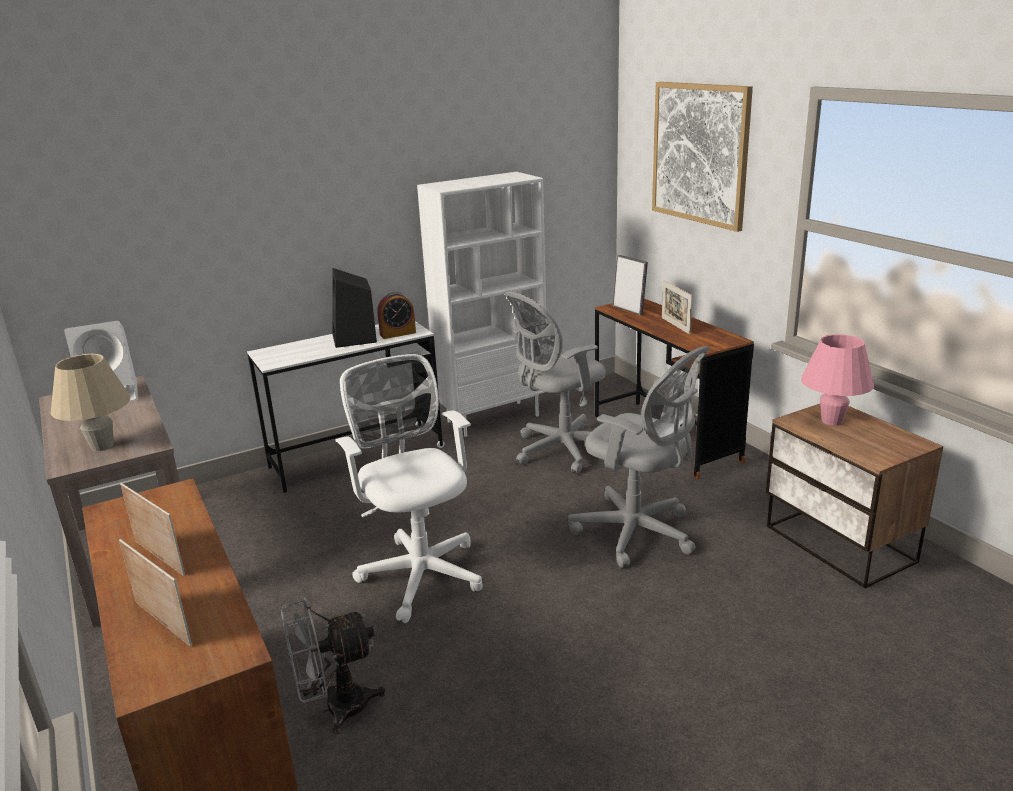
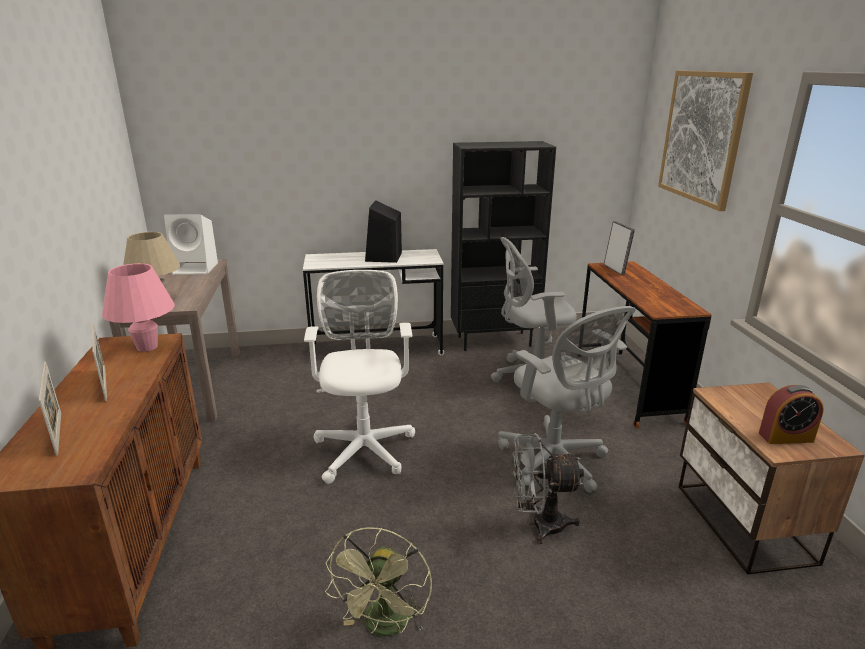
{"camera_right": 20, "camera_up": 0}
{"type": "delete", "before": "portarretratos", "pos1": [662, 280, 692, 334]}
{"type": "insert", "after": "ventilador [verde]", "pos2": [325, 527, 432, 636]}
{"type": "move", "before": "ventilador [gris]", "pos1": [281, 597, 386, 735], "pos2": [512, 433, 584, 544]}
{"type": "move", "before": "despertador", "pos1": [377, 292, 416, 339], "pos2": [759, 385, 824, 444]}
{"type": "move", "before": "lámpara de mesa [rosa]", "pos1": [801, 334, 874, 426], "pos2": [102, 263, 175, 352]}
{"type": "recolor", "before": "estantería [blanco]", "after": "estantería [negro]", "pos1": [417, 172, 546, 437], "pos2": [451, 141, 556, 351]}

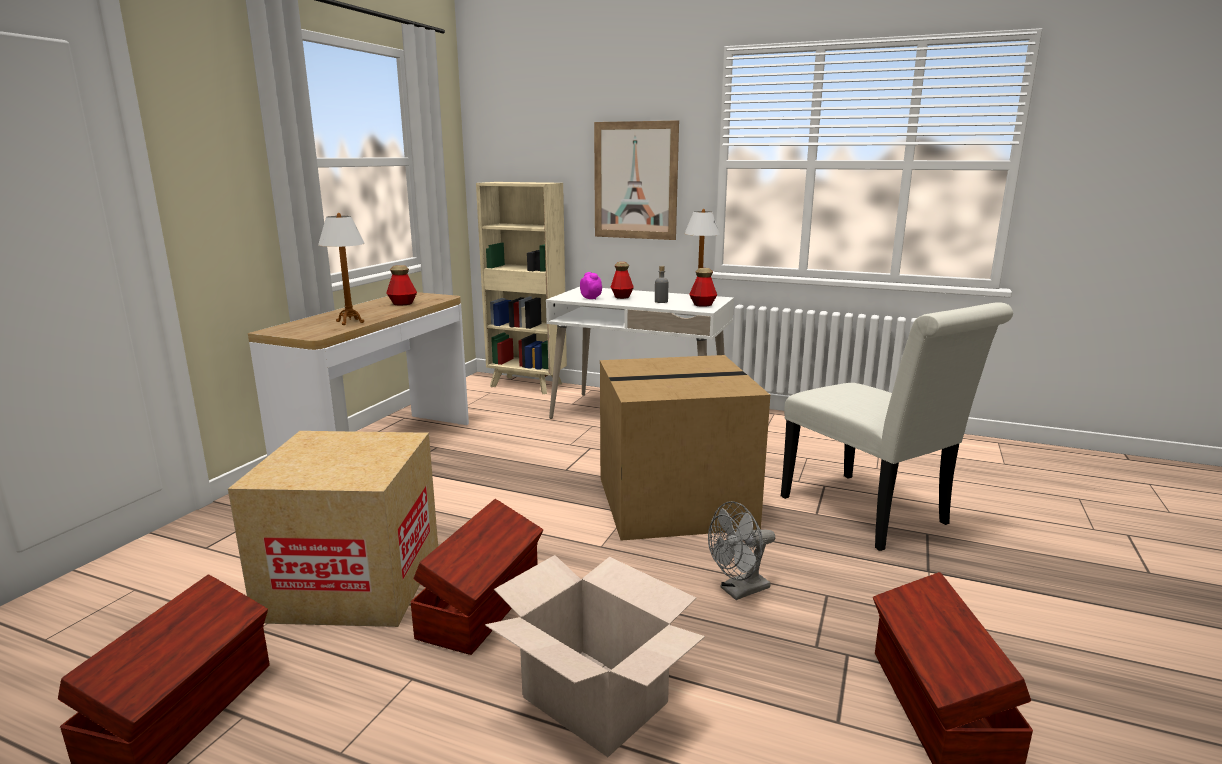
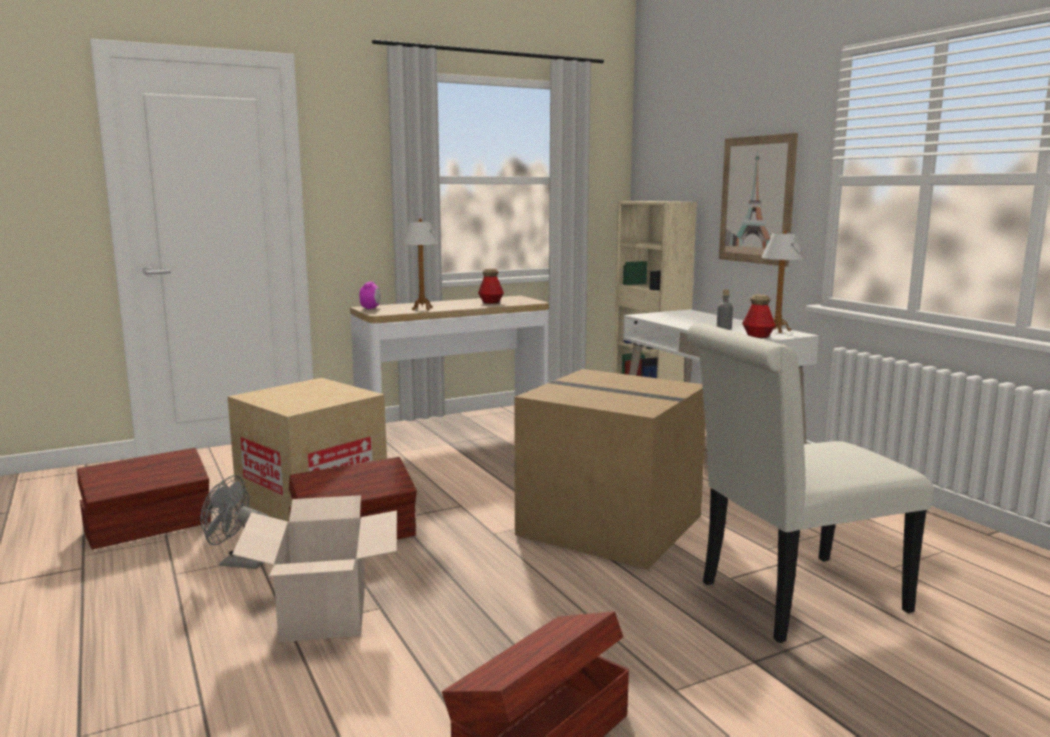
{"camera_right": 40, "camera_up": -5}
{"type": "delete", "before": "botella", "pos1": [611, 262, 634, 299]}
{"type": "move", "before": "despertador", "pos1": [580, 272, 602, 300], "pos2": [360, 282, 380, 309]}
{"type": "move", "before": "ventilador [gris]", "pos1": [708, 501, 775, 600], "pos2": [200, 475, 269, 569]}
{"type": "rotate", "before": "silla [blanco]", "pos1": [781, 302, 1013, 551], "pos2": [687, 323, 934, 643], "turn": 60}

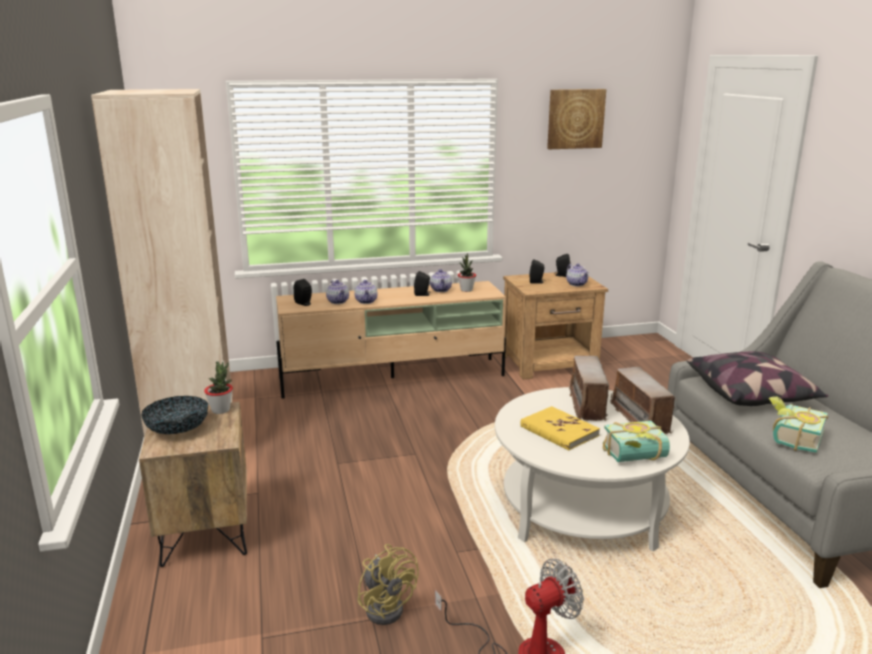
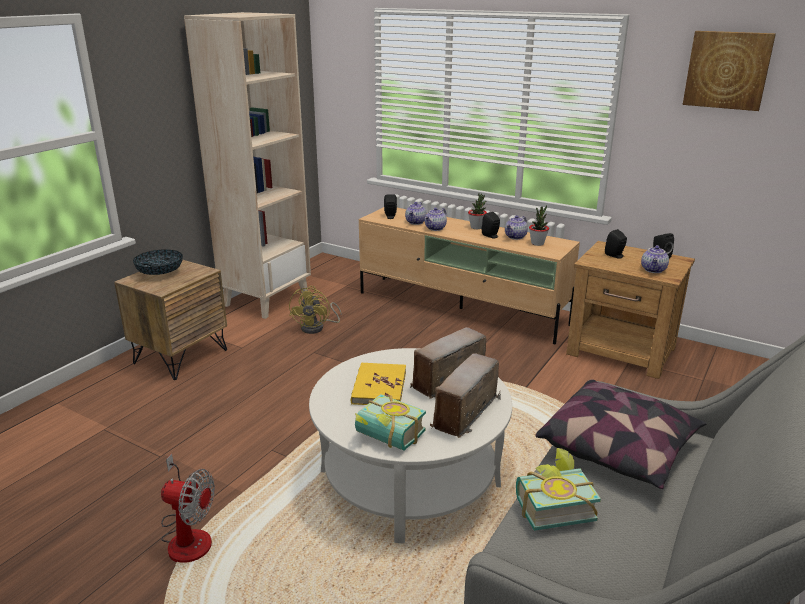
{"camera_right": 45, "camera_up": 5}
{"type": "move", "before": "planta en maceta", "pos1": [204, 361, 233, 414], "pos2": [468, 193, 487, 229]}
{"type": "move", "before": "ventilador [amarillo]", "pos1": [357, 544, 419, 625], "pos2": [289, 286, 341, 334]}

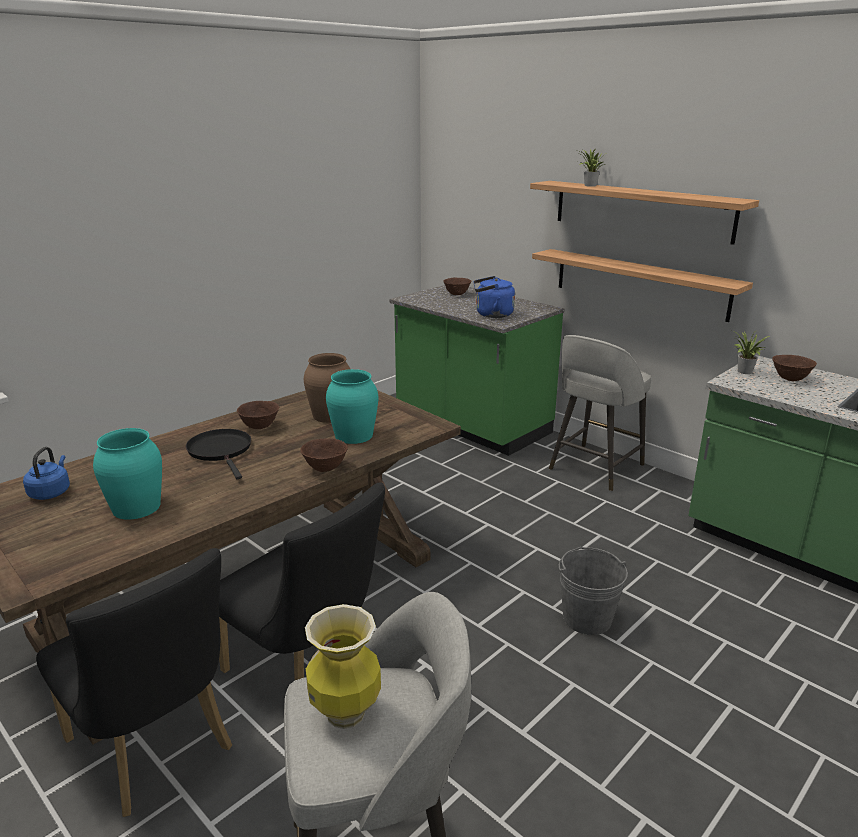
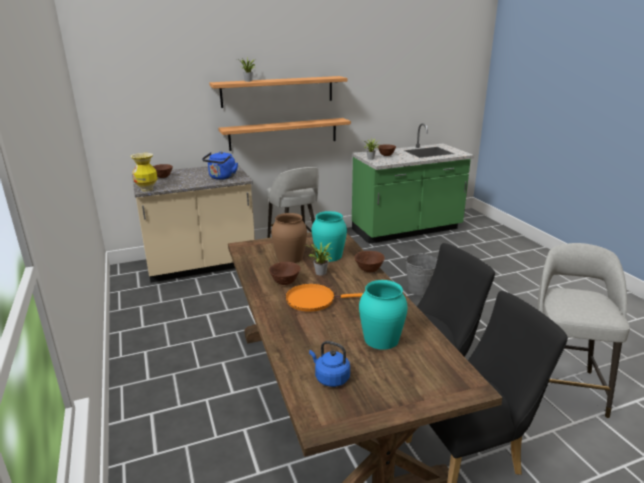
{"camera_right": -65, "camera_up": 0}
{"type": "insert", "after": "planta en maceta", "pos2": [305, 243, 332, 276]}
{"type": "move", "before": "florero", "pos1": [305, 604, 381, 729], "pos2": [131, 153, 157, 192]}
{"type": "recolor", "before": "sartén [negro]", "after": "sartén [naranja]", "pos1": [186, 429, 251, 479], "pos2": [285, 284, 363, 312]}
{"type": "recolor", "before": "mueble bajo de cocina [verde]", "after": "mueble bajo de cocina [beis]", "pos1": [389, 285, 564, 456], "pos2": [132, 163, 255, 283]}

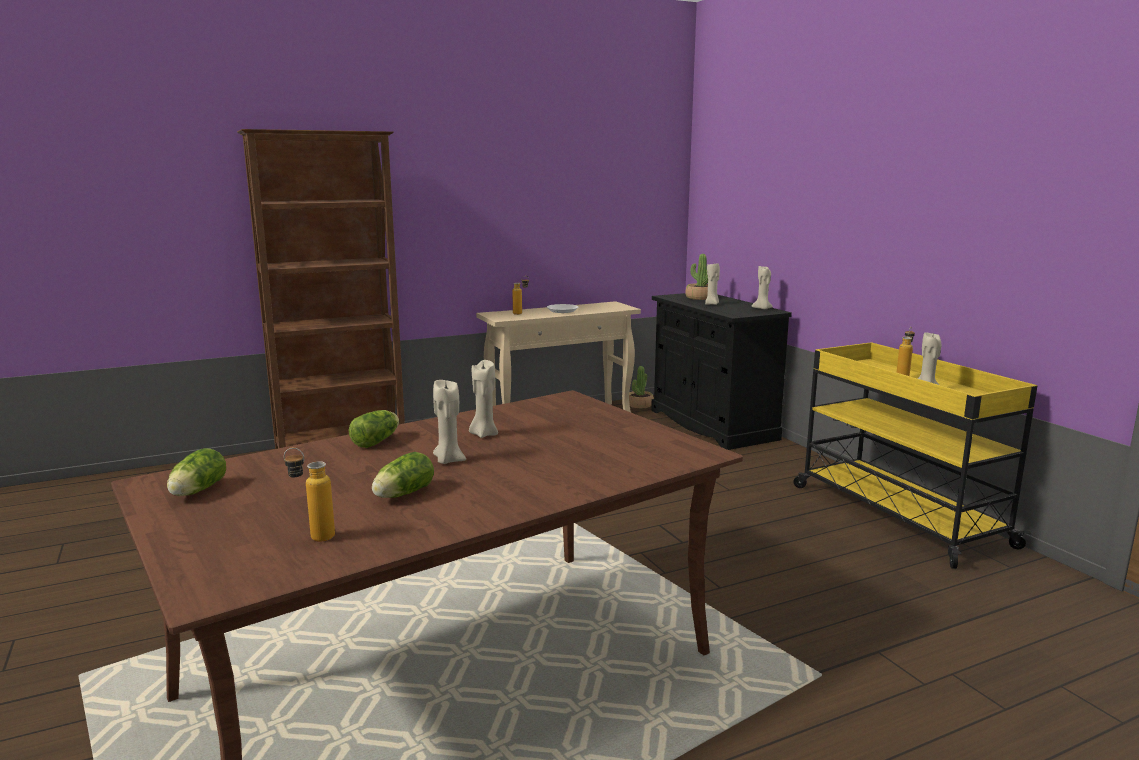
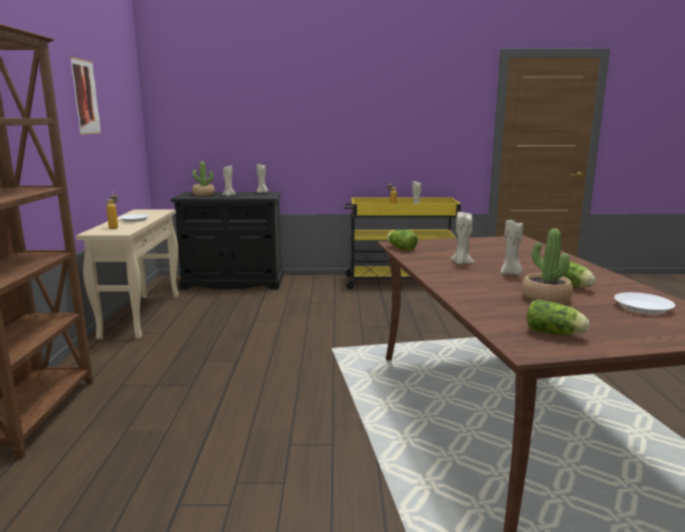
{"camera_right": -65, "camera_up": 0}
{"type": "insert", "after": "cuadro", "pos2": [70, 57, 101, 135]}
{"type": "move", "before": "lechuga", "pos1": [349, 410, 399, 448], "pos2": [387, 230, 418, 251]}
{"type": "move", "before": "planta en maceta", "pos1": [629, 366, 654, 408], "pos2": [522, 229, 573, 304]}
{"type": "replace", "before": "botella", "after": "plato [blanco]", "pos1": [284, 448, 335, 542], "pos2": [614, 292, 675, 314]}

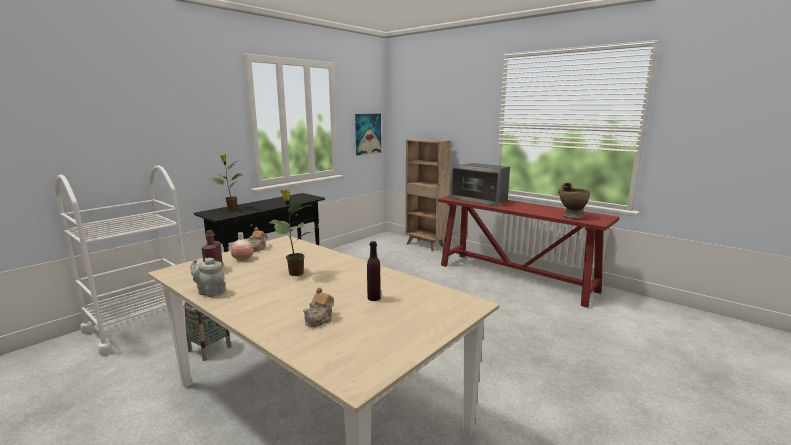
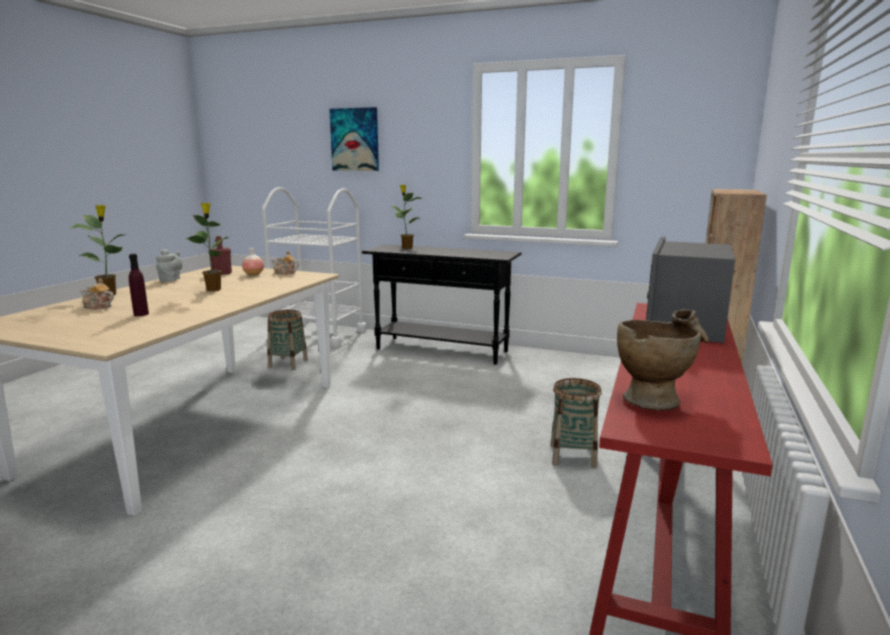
{"camera_right": 70, "camera_up": 0}
{"type": "insert", "after": "planta en maceta", "pos2": [71, 205, 124, 296]}
{"type": "insert", "after": "cesta", "pos2": [550, 378, 602, 468]}
{"type": "move", "before": "cuadro", "pos1": [355, 114, 381, 155], "pos2": [329, 107, 379, 171]}

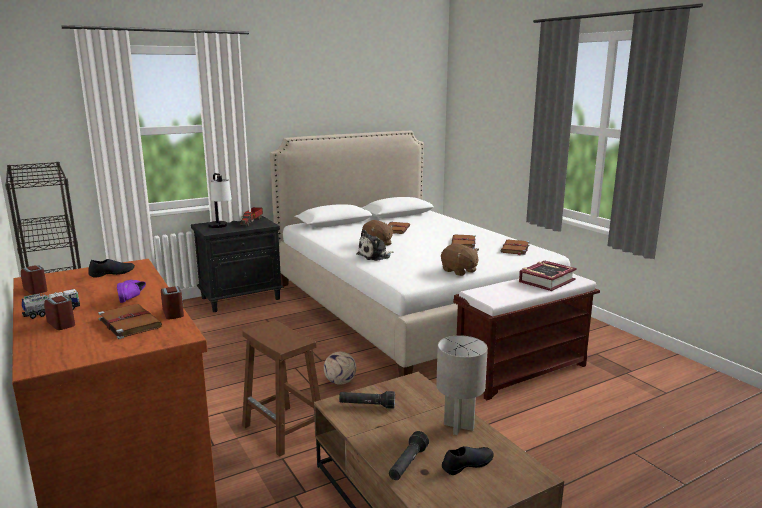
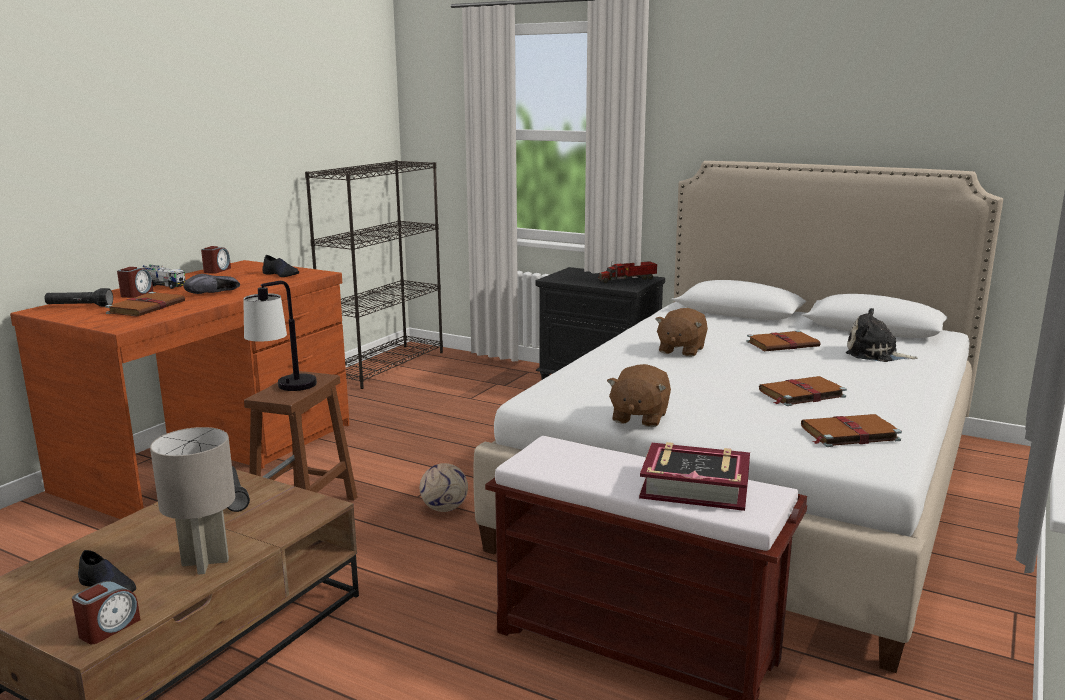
{"camera_right": 60, "camera_up": 0}
{"type": "move", "before": "despertador", "pos1": [161, 286, 184, 319], "pos2": [72, 581, 141, 644]}
{"type": "move", "before": "lámpara de mesa", "pos1": [208, 173, 232, 228], "pos2": [243, 281, 317, 391]}
{"type": "move", "before": "peluche", "pos1": [357, 230, 393, 261], "pos2": [846, 308, 918, 362]}
{"type": "move", "before": "linterna [negro]", "pos1": [389, 431, 429, 480], "pos2": [44, 288, 113, 307]}
{"type": "recolor", "before": "zapato [morado]", "after": "zapato [negro]", "pos1": [117, 280, 146, 303], "pos2": [183, 274, 240, 294]}

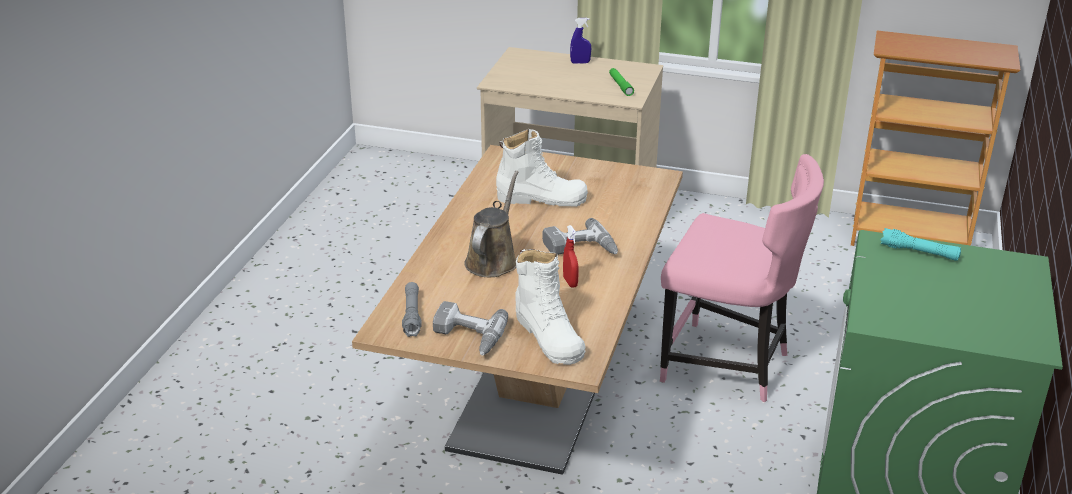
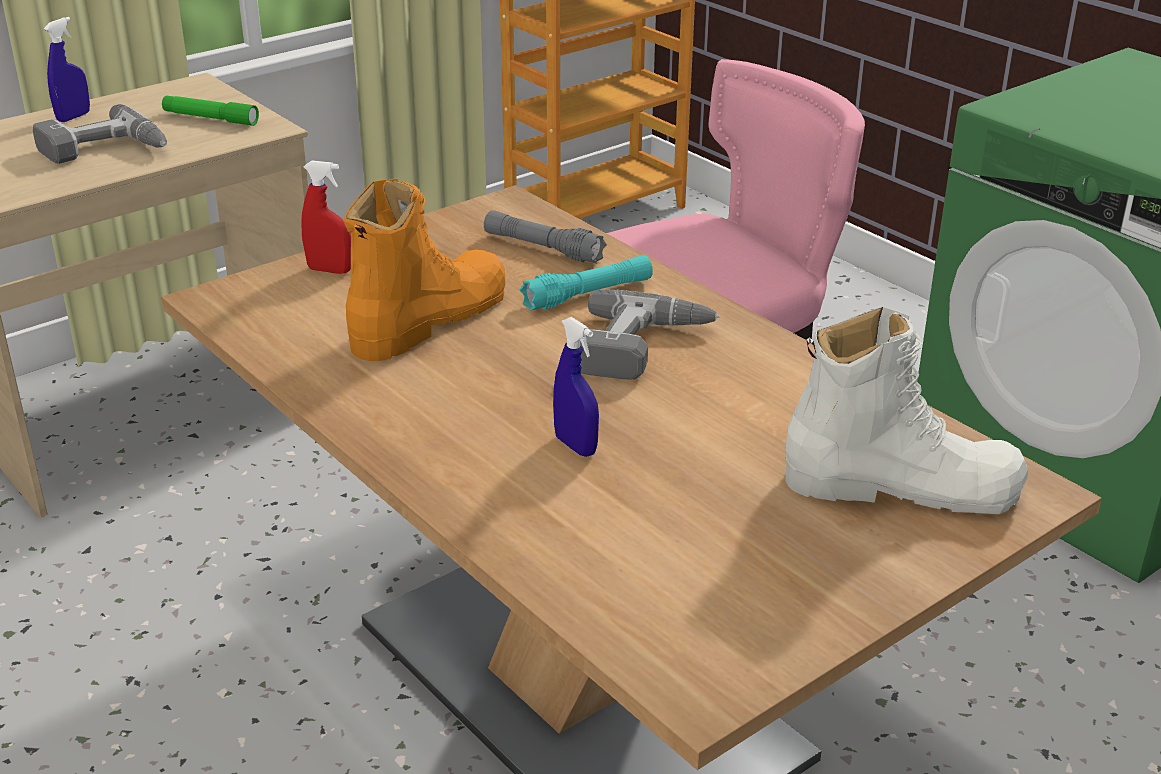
{"camera_right": -55, "camera_up": 0}
{"type": "move", "before": "linterna [gris]", "pos1": [402, 282, 422, 337], "pos2": [484, 211, 607, 264]}
{"type": "move", "before": "taladro", "pos1": [433, 301, 508, 355], "pos2": [33, 104, 167, 164]}
{"type": "move", "before": "pulverizador [rojo]", "pos1": [563, 225, 579, 288], "pos2": [301, 161, 351, 274]}
{"type": "move", "before": "linterna [turquesa]", "pos1": [880, 228, 961, 261], "pos2": [520, 255, 653, 311]}
{"type": "replace", "before": "regadera [marrón]", "after": "pulverizador [azul]", "pos1": [464, 171, 518, 277], "pos2": [553, 317, 599, 457]}
{"type": "recolor", "before": "bota [blanco]", "after": "bota [naranja]", "pos1": [496, 129, 588, 207], "pos2": [344, 179, 505, 361]}

